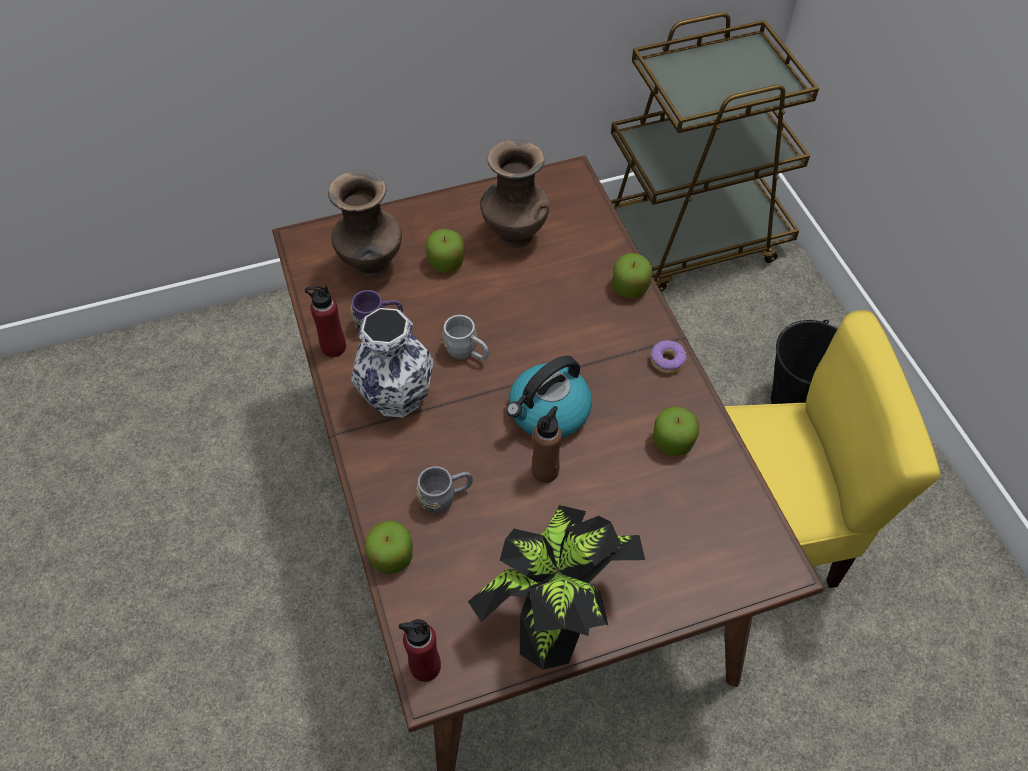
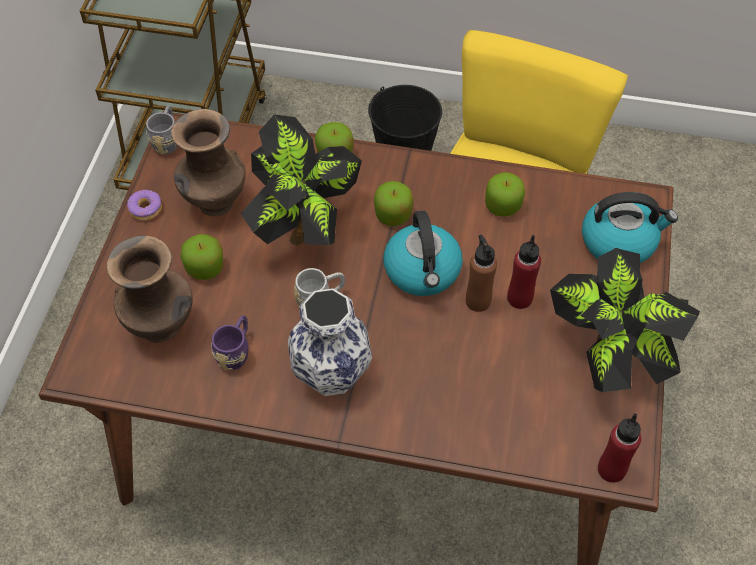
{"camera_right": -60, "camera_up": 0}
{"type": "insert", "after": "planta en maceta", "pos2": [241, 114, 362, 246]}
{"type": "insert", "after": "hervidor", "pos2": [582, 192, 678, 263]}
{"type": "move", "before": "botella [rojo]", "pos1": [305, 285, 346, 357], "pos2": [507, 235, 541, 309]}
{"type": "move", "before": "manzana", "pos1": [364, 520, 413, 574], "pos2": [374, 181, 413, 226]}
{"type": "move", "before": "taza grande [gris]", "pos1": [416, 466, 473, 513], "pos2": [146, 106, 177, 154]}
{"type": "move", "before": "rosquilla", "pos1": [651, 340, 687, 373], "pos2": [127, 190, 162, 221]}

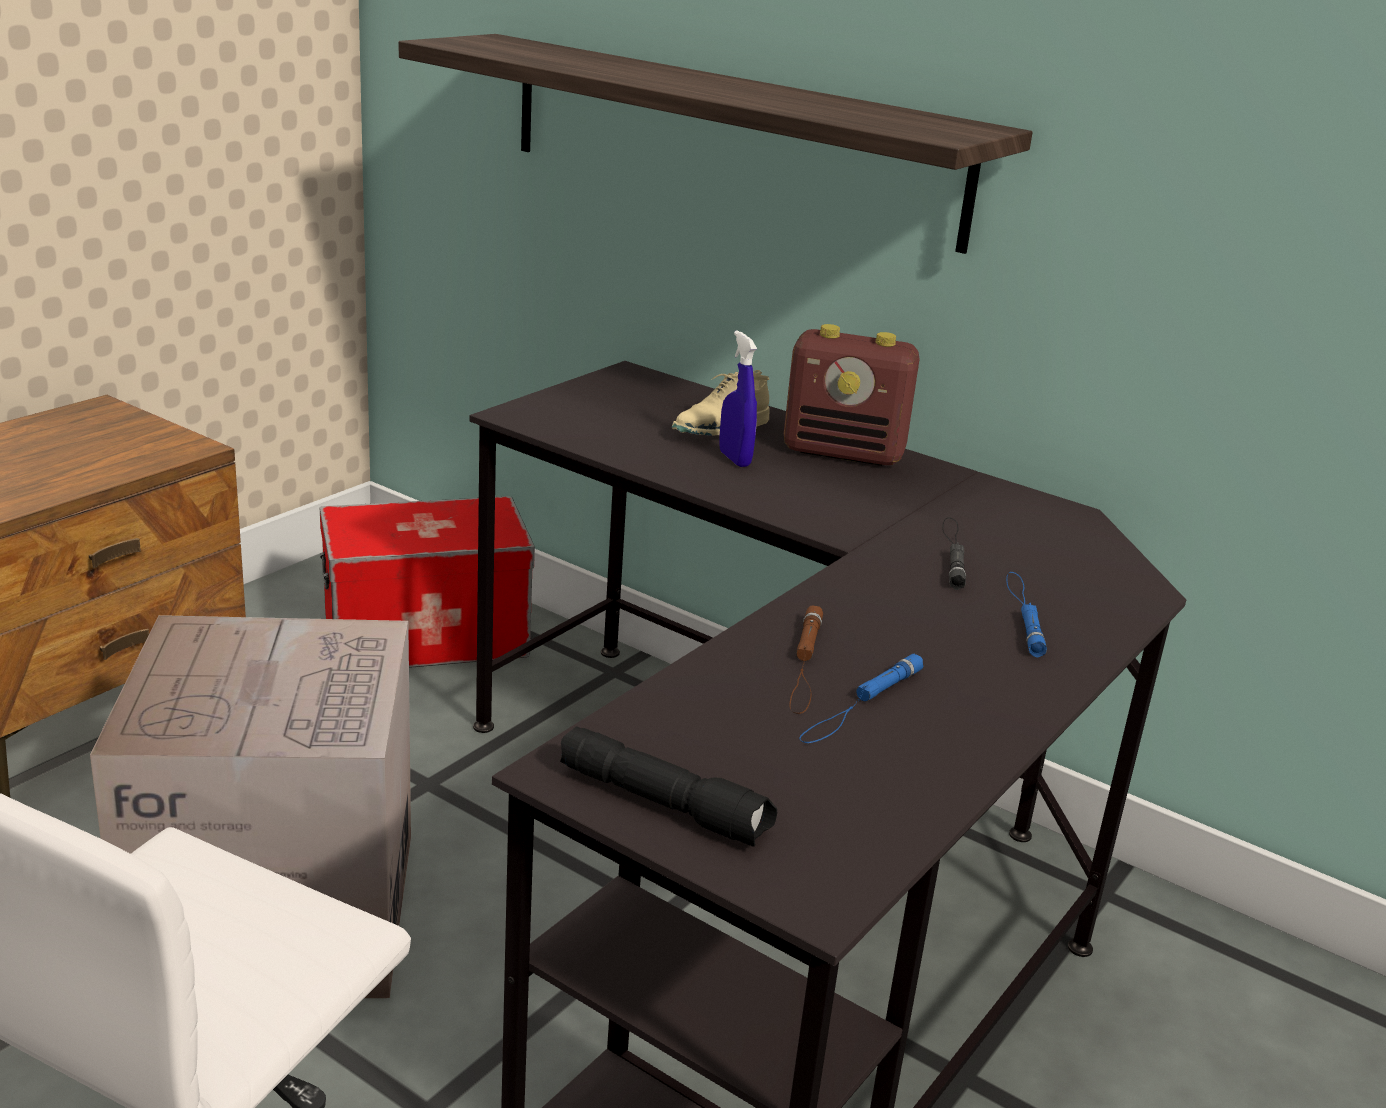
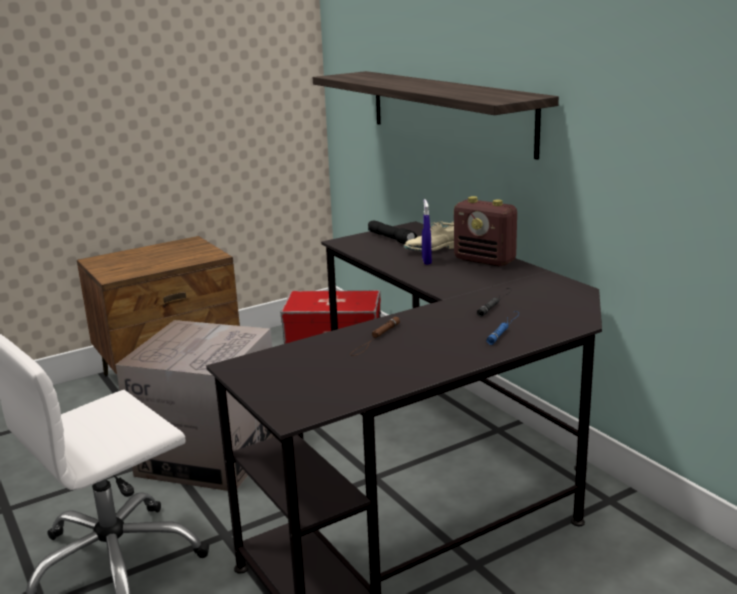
{"camera_right": 25, "camera_up": -5}
{"type": "delete", "before": "linterna [azul]", "pos1": [800, 654, 924, 743]}
{"type": "move", "before": "linterna [negro]", "pos1": [560, 726, 777, 847], "pos2": [368, 221, 418, 244]}

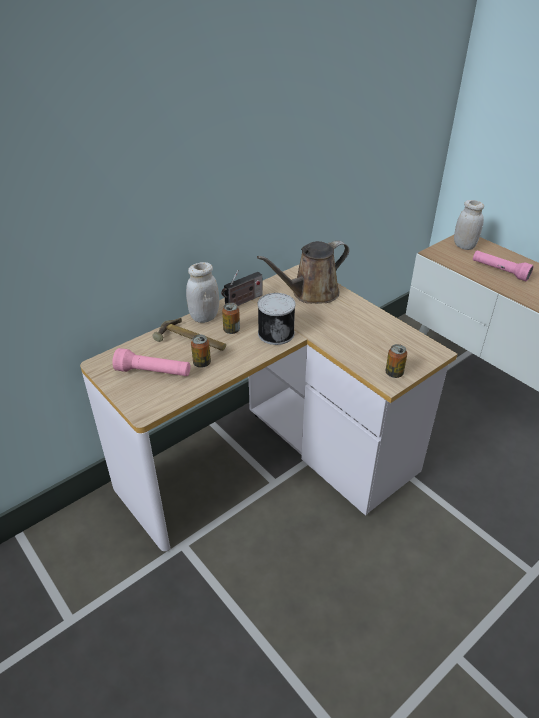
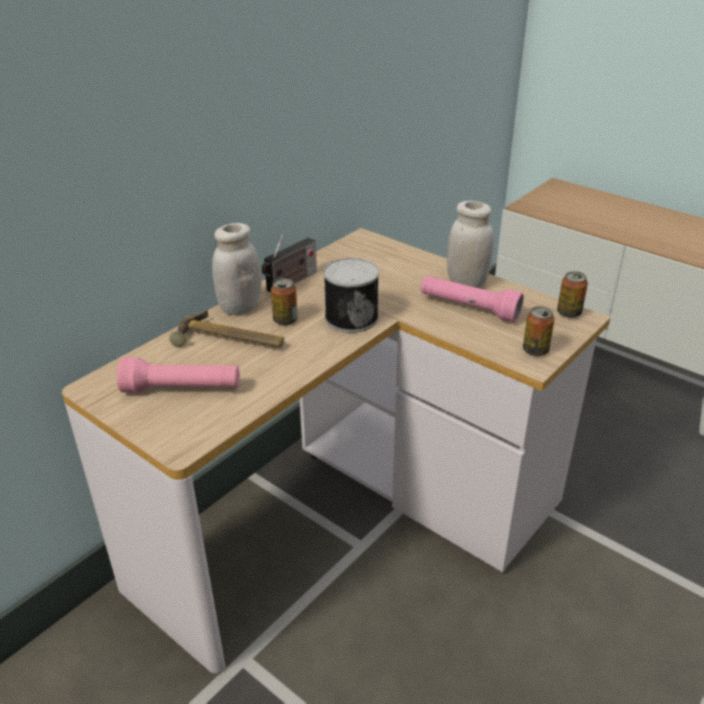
{"camera_right": -10, "camera_up": -5}
{"type": "delete", "before": "regadera [marrón]", "pos1": [257, 241, 349, 304]}
{"type": "move", "before": "lata", "pos1": [191, 335, 211, 368], "pos2": [557, 271, 588, 318]}
{"type": "move", "before": "tarro [blanco]", "pos1": [454, 200, 484, 250], "pos2": [447, 201, 494, 288]}
{"type": "move", "before": "linterna [rosa]", "pos1": [473, 250, 534, 281], "pos2": [421, 276, 524, 323]}

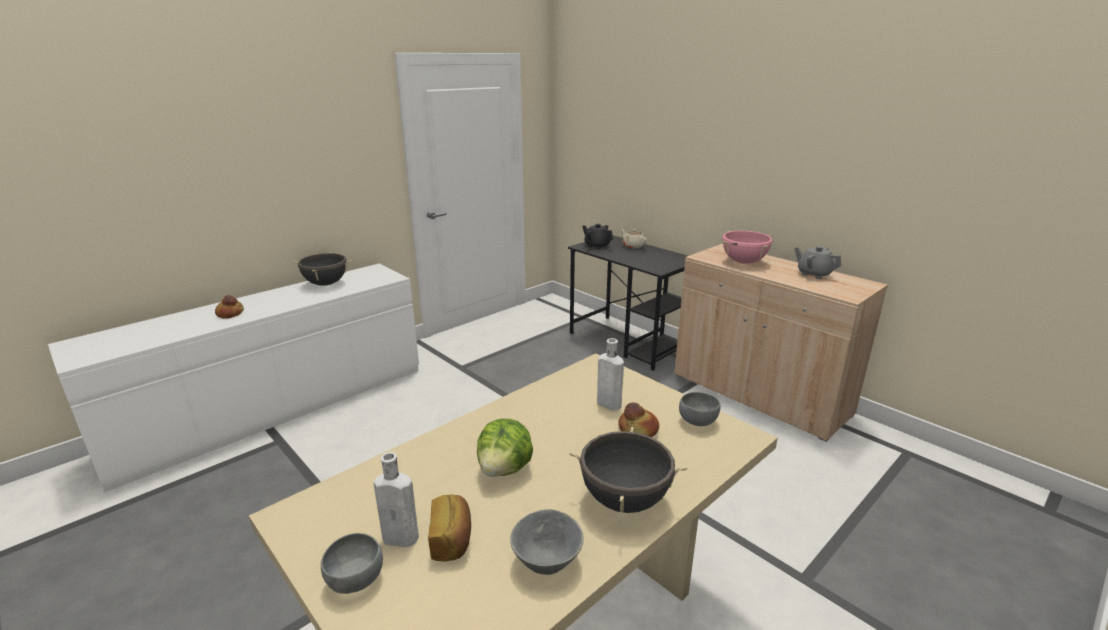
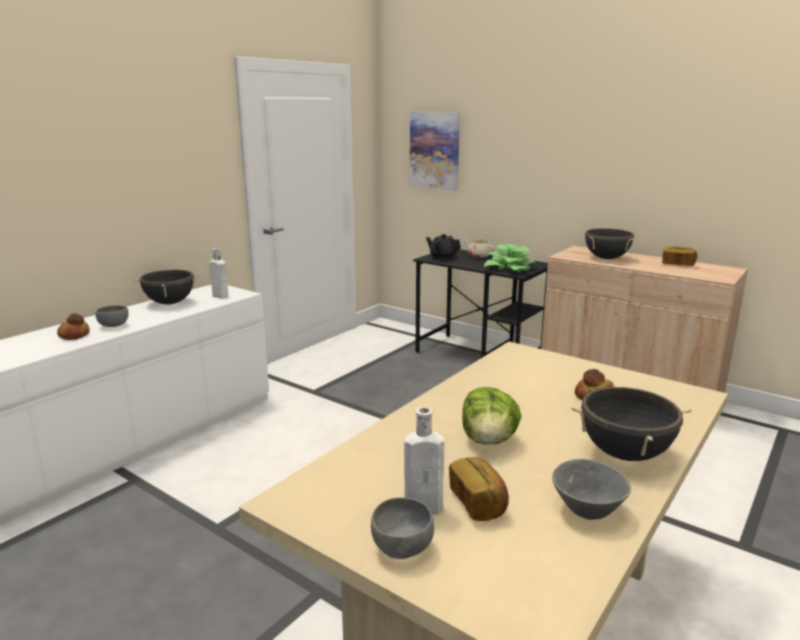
{"camera_right": -10, "camera_up": -5}
{"type": "insert", "after": "cuadro", "pos2": [410, 112, 460, 191]}
{"type": "insert", "after": "planta en maceta", "pos2": [484, 244, 537, 272]}
{"type": "move", "before": "botella [blanco]", "pos1": [597, 338, 624, 411], "pos2": [209, 248, 229, 298]}
{"type": "move", "before": "cuenco [gris]", "pos1": [679, 392, 721, 426], "pos2": [95, 305, 129, 327]}
{"type": "replace", "before": "tetera [gris]", "after": "pan", "pos1": [794, 246, 841, 279], "pos2": [662, 246, 697, 266]}
{"type": "recolor", "before": "olla [rosa]", "after": "olla [negro]", "pos1": [723, 231, 772, 264], "pos2": [585, 228, 634, 259]}

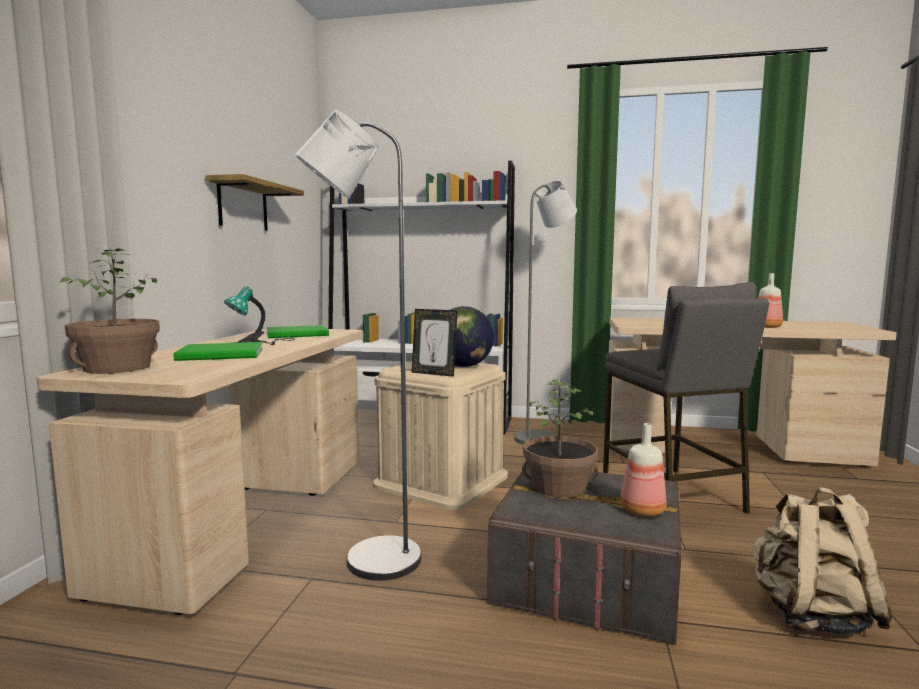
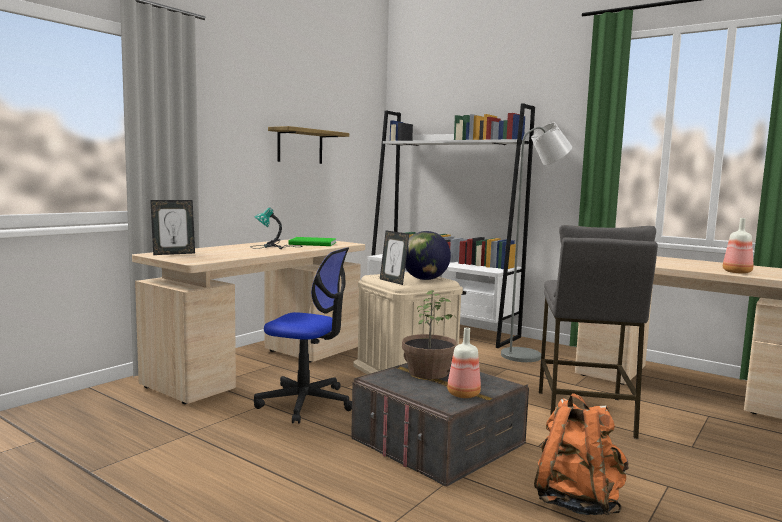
{"camera_right": 25, "camera_up": 0}
{"type": "delete", "before": "libro [verde]", "pos1": [174, 342, 263, 361]}
{"type": "replace", "before": "planta en maceta", "after": "portarretratos", "pos1": [60, 247, 160, 374], "pos2": [150, 200, 195, 255]}
{"type": "replace", "before": "lámpara de pie [gris]", "after": "silla de oficina", "pos1": [295, 110, 421, 581], "pos2": [254, 247, 352, 424]}
{"type": "recolor", "before": "mochila [beis]", "after": "mochila [naranja]", "pos1": [753, 487, 893, 635], "pos2": [534, 393, 629, 515]}

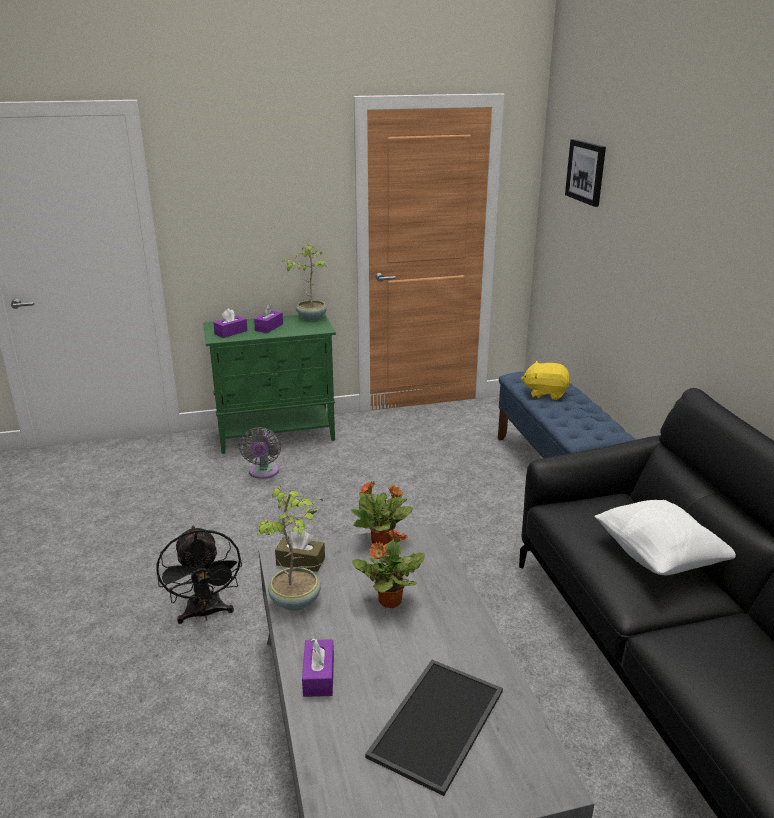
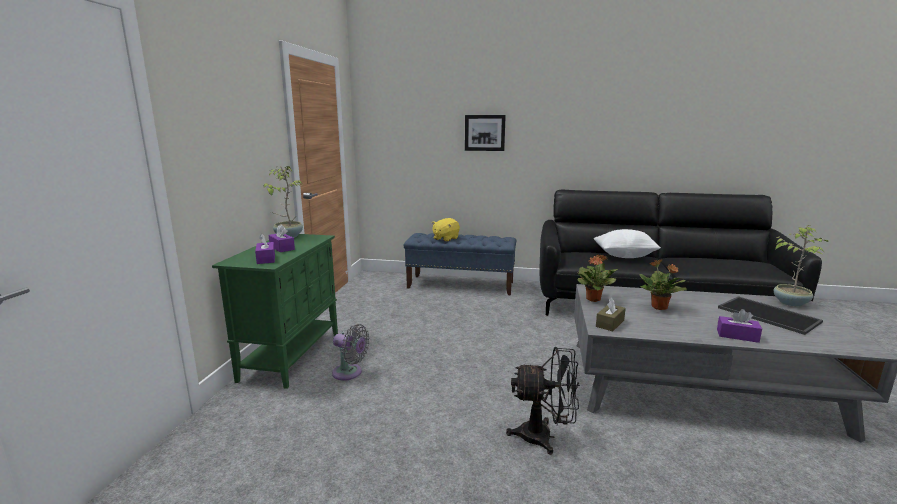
{"camera_right": -65, "camera_up": -10}
{"type": "move", "before": "planta en maceta", "pos1": [257, 486, 323, 611], "pos2": [774, 225, 828, 307]}
{"type": "move", "before": "cuadro", "pos1": [565, 139, 606, 207], "pos2": [465, 115, 506, 151]}

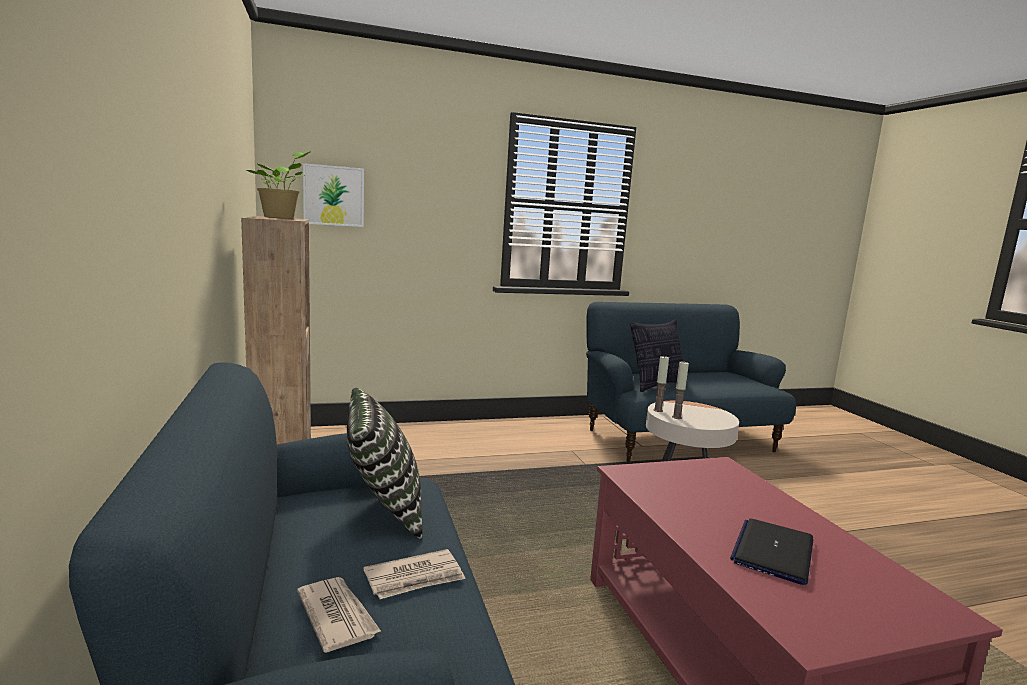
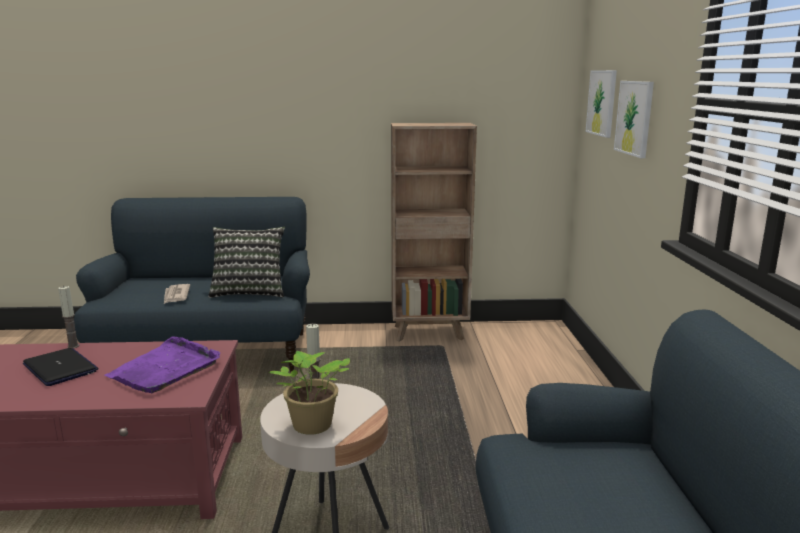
{"camera_right": 105, "camera_up": 5}
{"type": "delete", "before": "periódico", "pos1": [297, 577, 381, 653]}
{"type": "delete", "before": "cojín", "pos1": [630, 319, 687, 392]}
{"type": "insert", "after": "bandeja [morado]", "pos2": [105, 336, 220, 393]}
{"type": "insert", "after": "cuadro", "pos2": [614, 81, 654, 158]}
{"type": "move", "before": "planta en maceta", "pos1": [247, 151, 311, 219], "pos2": [269, 351, 350, 435]}
{"type": "move", "before": "vela", "pos1": [653, 356, 669, 412], "pos2": [58, 286, 79, 349]}

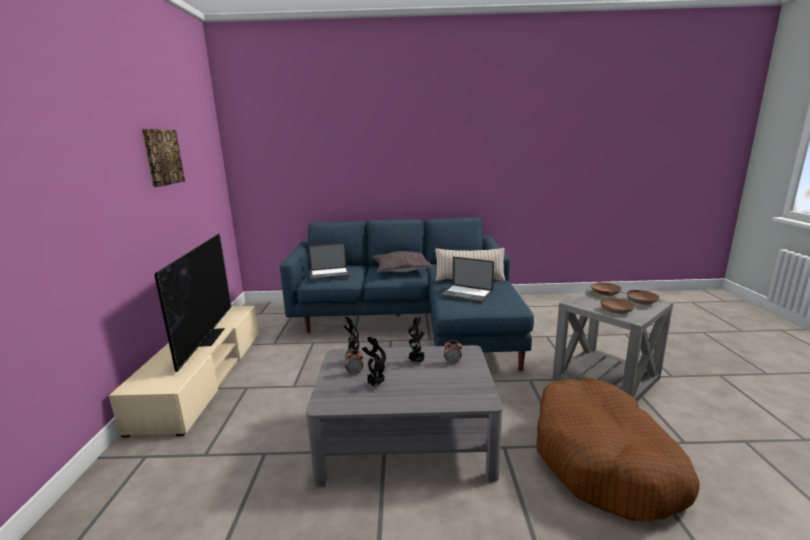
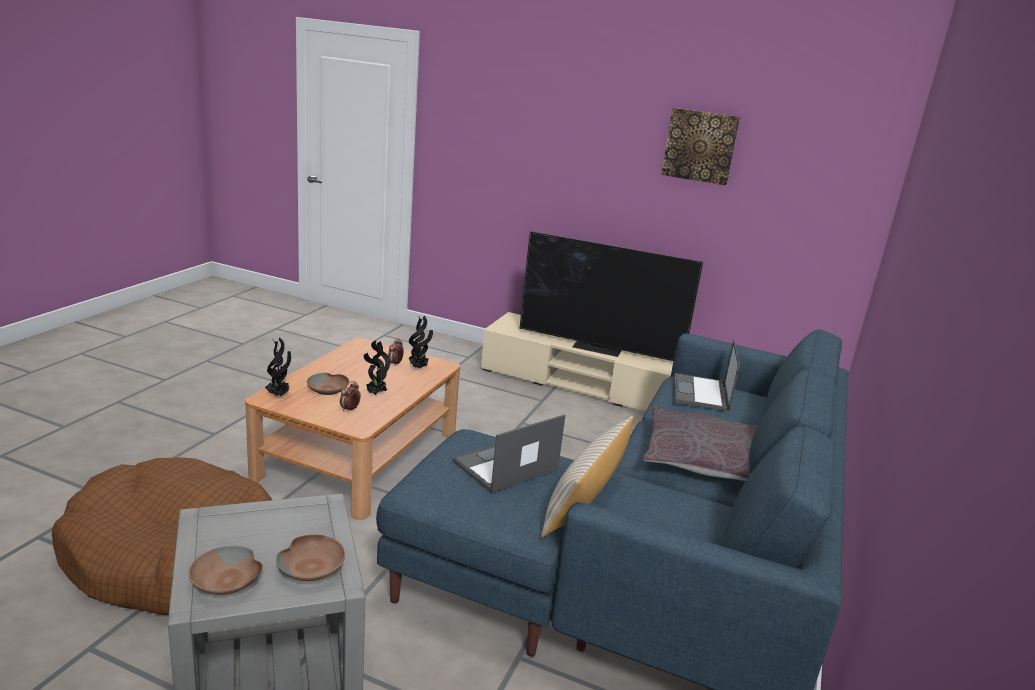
{"camera_right": 110, "camera_up": 5}
{"type": "move", "before": "planta en maceta", "pos1": [362, 337, 386, 386], "pos2": [265, 337, 291, 397]}
{"type": "move", "before": "cuenco [marrón]", "pos1": [601, 298, 635, 314], "pos2": [307, 373, 349, 395]}
{"type": "recolor", "before": "mesa de centro [gris]", "after": "mesa de centro [marrón]", "pos1": [306, 345, 503, 487], "pos2": [245, 338, 460, 520]}

